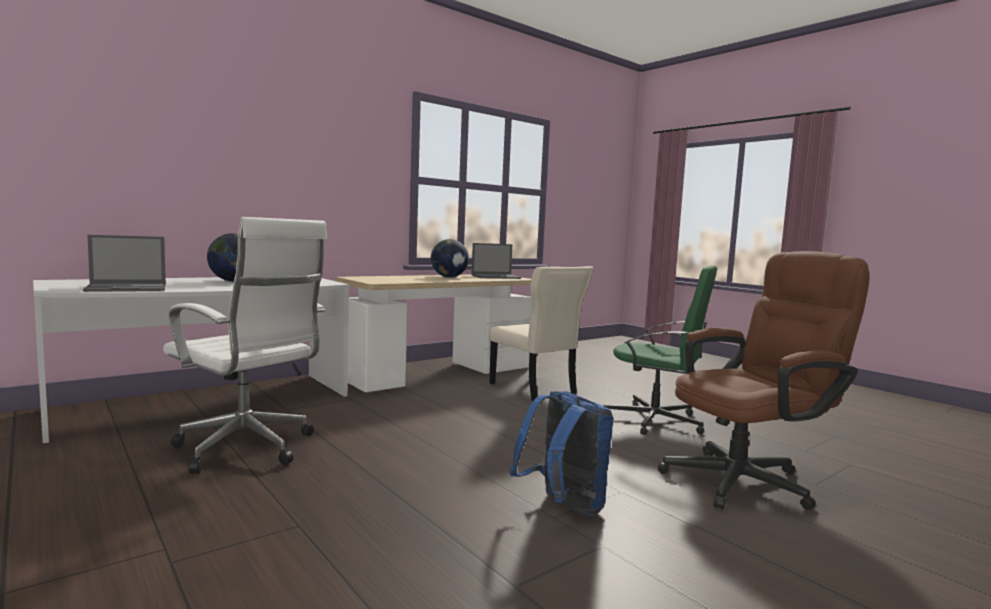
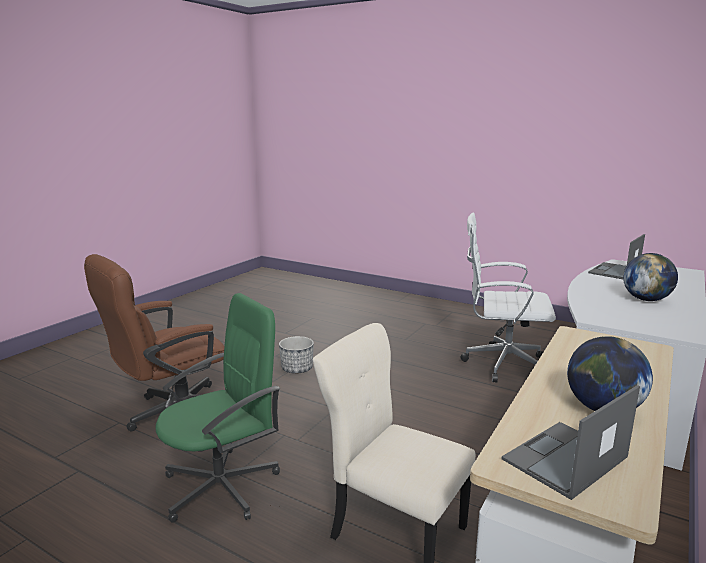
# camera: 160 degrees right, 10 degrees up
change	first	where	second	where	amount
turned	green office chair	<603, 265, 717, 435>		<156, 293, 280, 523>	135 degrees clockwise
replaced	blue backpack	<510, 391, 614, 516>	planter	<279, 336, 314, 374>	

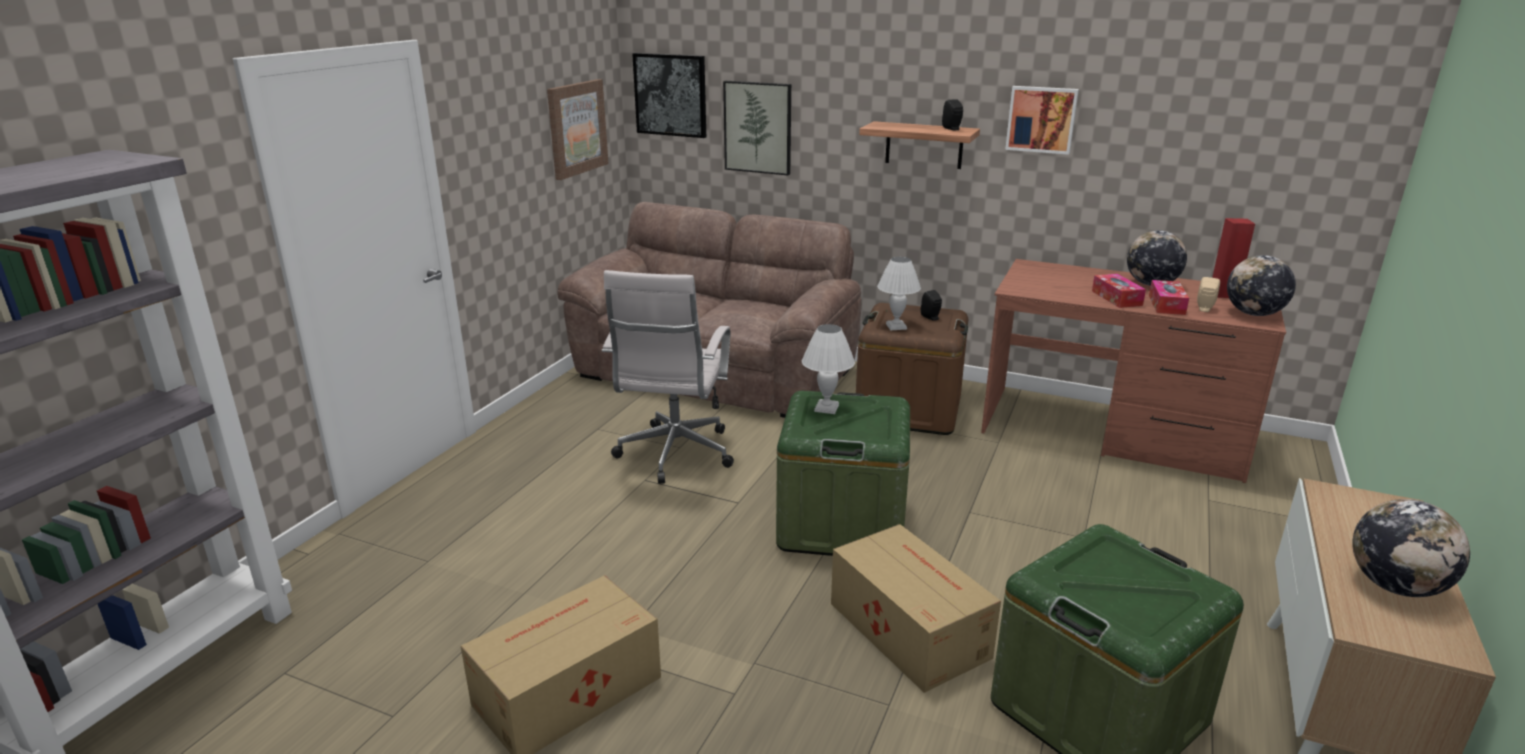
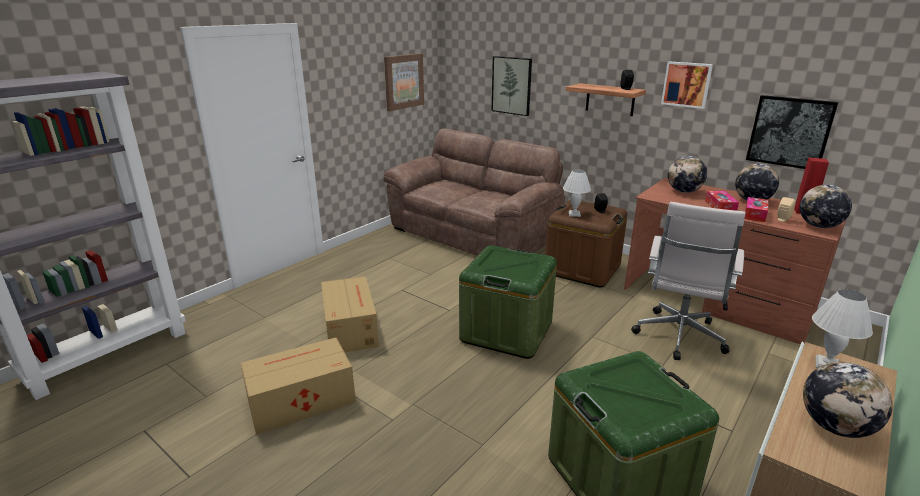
# camera: 15 degrees right, 0 degrees up
change	first	where	second	where	amount
moved	cardboard box	<831, 524, 1001, 693>		<321, 276, 379, 352>	
moved	white office chair	<602, 270, 734, 484>		<631, 202, 745, 360>	
added			globe	<668, 156, 707, 193>	
moved	picture	<632, 53, 706, 138>		<746, 95, 838, 169>	
moved	white table lamp	<802, 324, 855, 414>		<812, 289, 873, 368>	

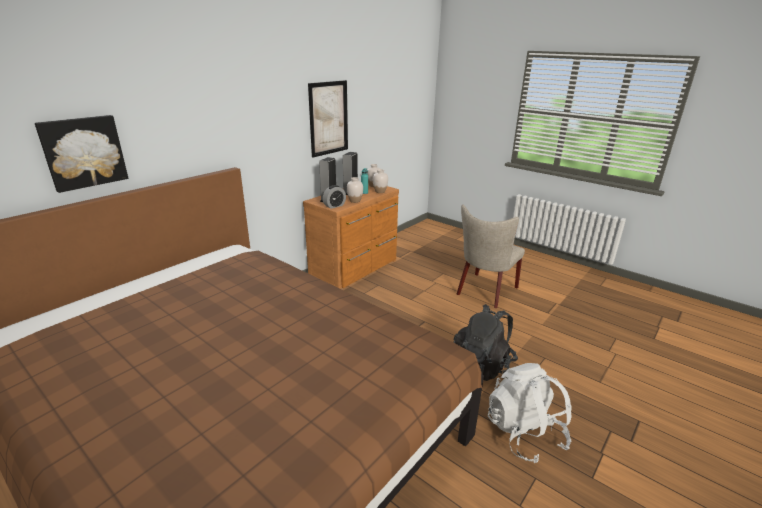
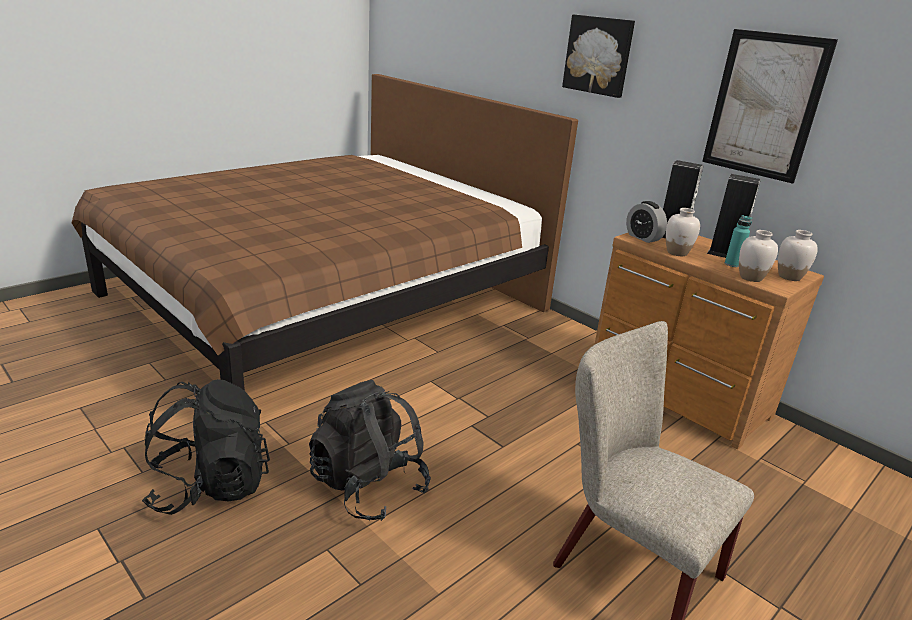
# camera: 95 degrees right, 0 degrees up
change	first	where	second	where	amount
recoloured	white backpack	<488, 363, 572, 463>	black backpack	<142, 379, 270, 515>	
moved	picture	<35, 115, 128, 193>		<562, 14, 635, 98>	

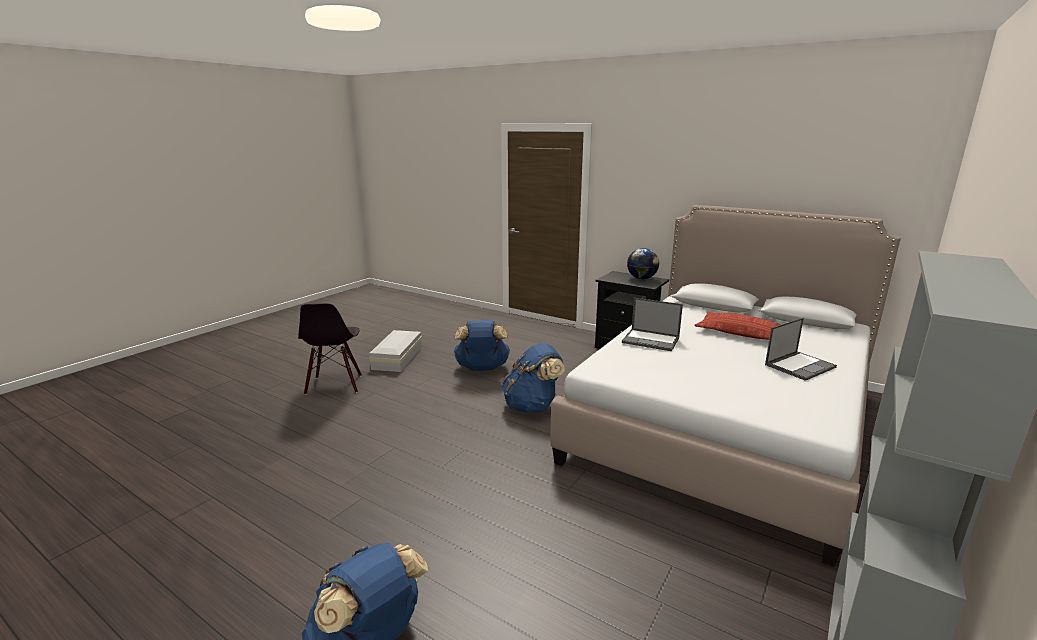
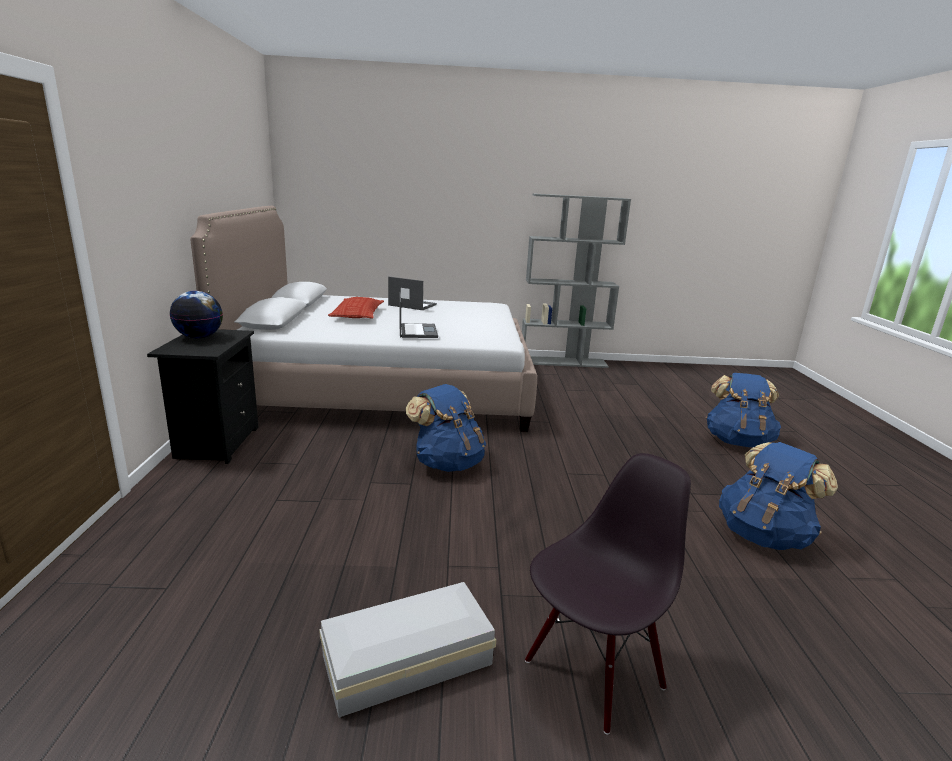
# camera: 125 degrees left, 0 degrees up
change	first	where	second	where	amount
moved	blue backpack	<454, 320, 510, 371>		<719, 442, 838, 550>	

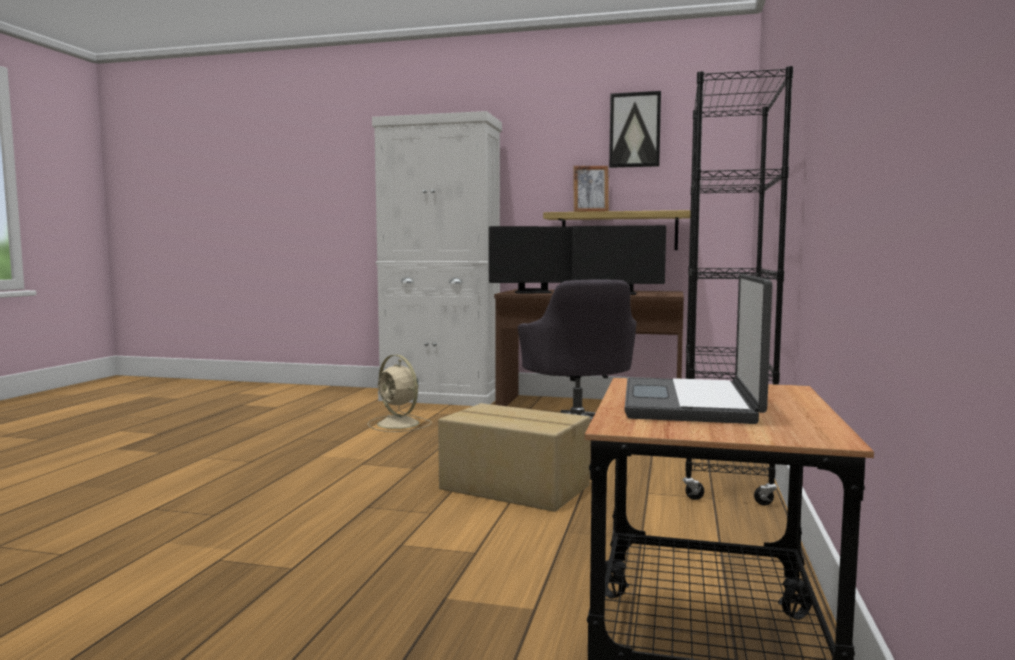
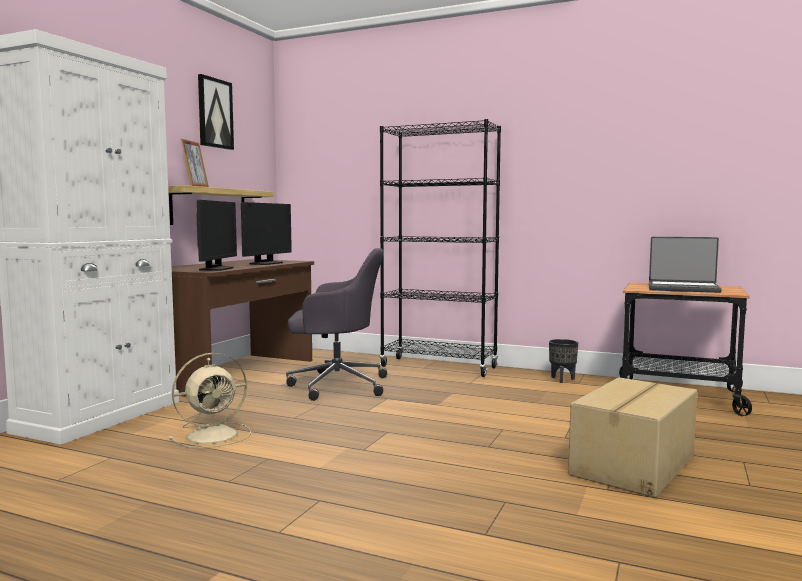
# camera: 80 degrees left, 0 degrees up
change	first	where	second	where	amount
added			black planter	<549, 339, 578, 383>	
moved	cardboard box	<438, 403, 590, 512>		<568, 377, 697, 498>	

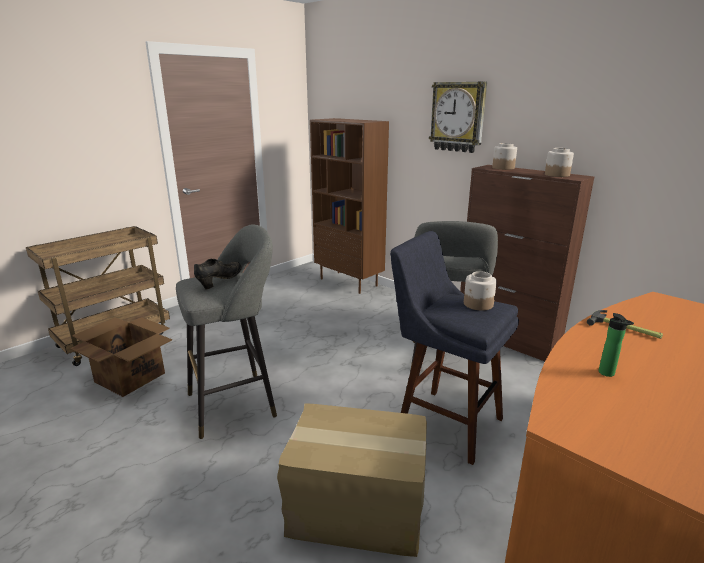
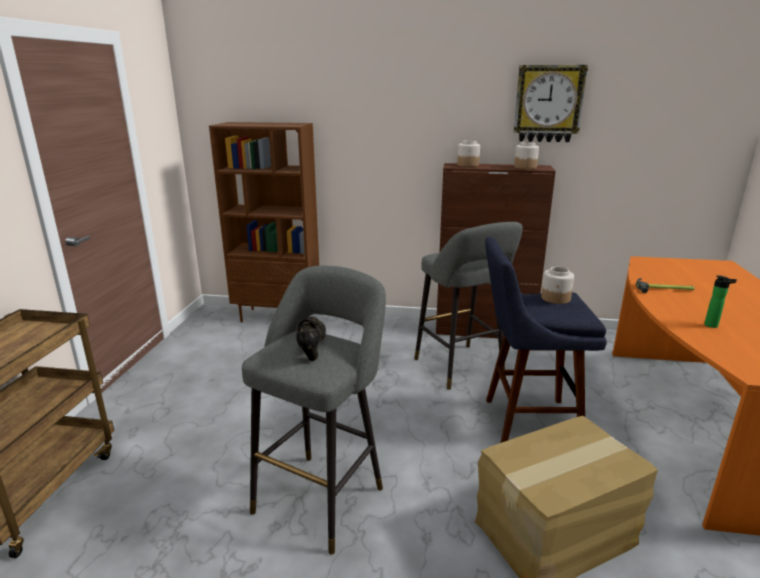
# camera: 35 degrees left, 0 degrees up
change	first	where	second	where	amount
moved	wall clock	<429, 82, 487, 153>		<513, 65, 588, 142>	
removed	cardboard box	<70, 317, 172, 397>			

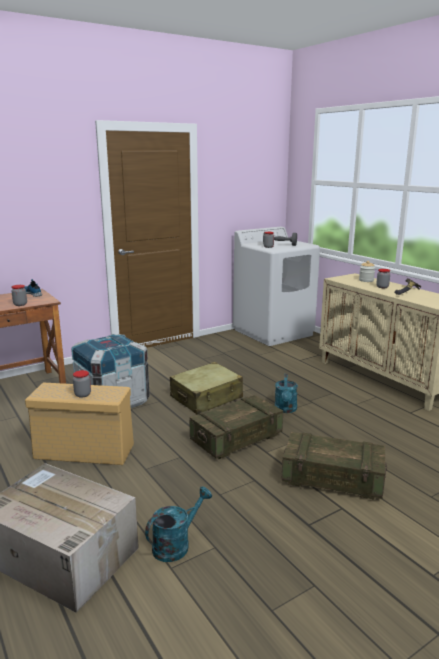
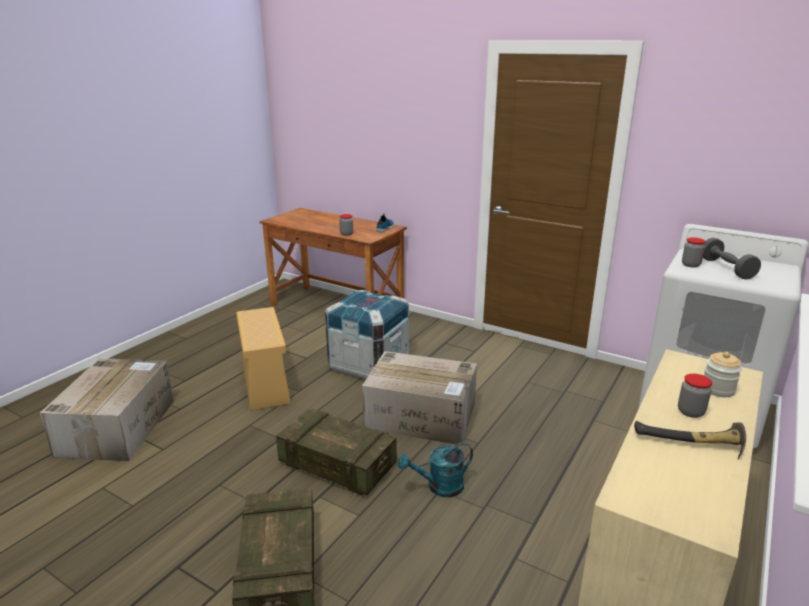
# camera: 65 degrees right, 5 degrees up
change	first	where	second	where	amount
replaced	beige suitcase	<170, 362, 243, 414>	cardboard box	<362, 351, 477, 444>	
removed	jar	<73, 370, 91, 398>			
removed	turquoise watering can	<145, 486, 212, 562>			

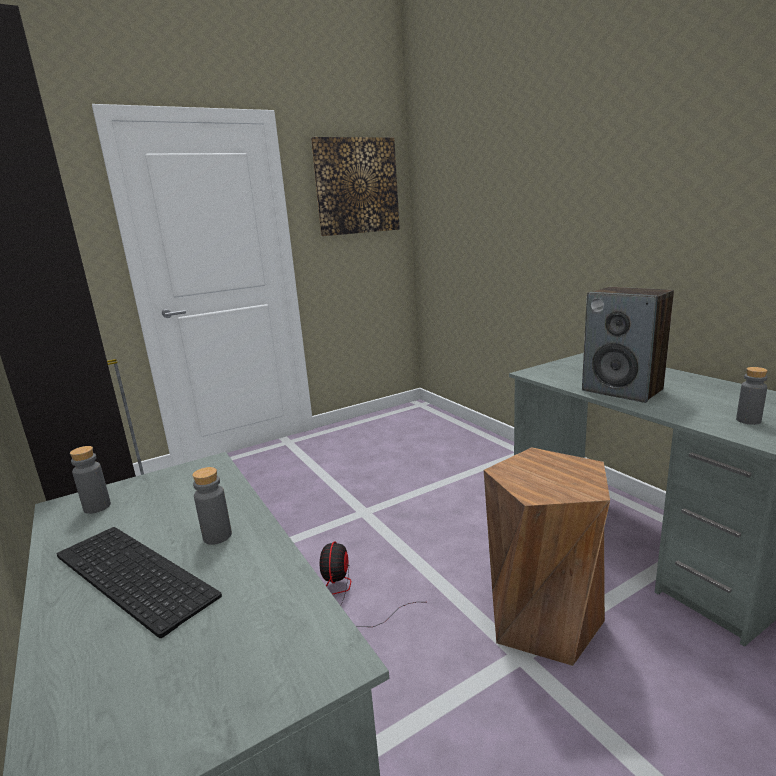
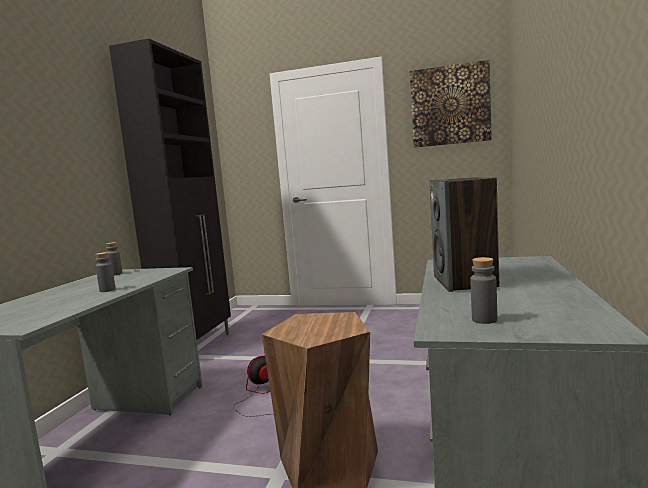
# camera: 45 degrees right, 10 degrees down
change	first	where	second	where	amount
removed	keyboard	<57, 527, 222, 638>			

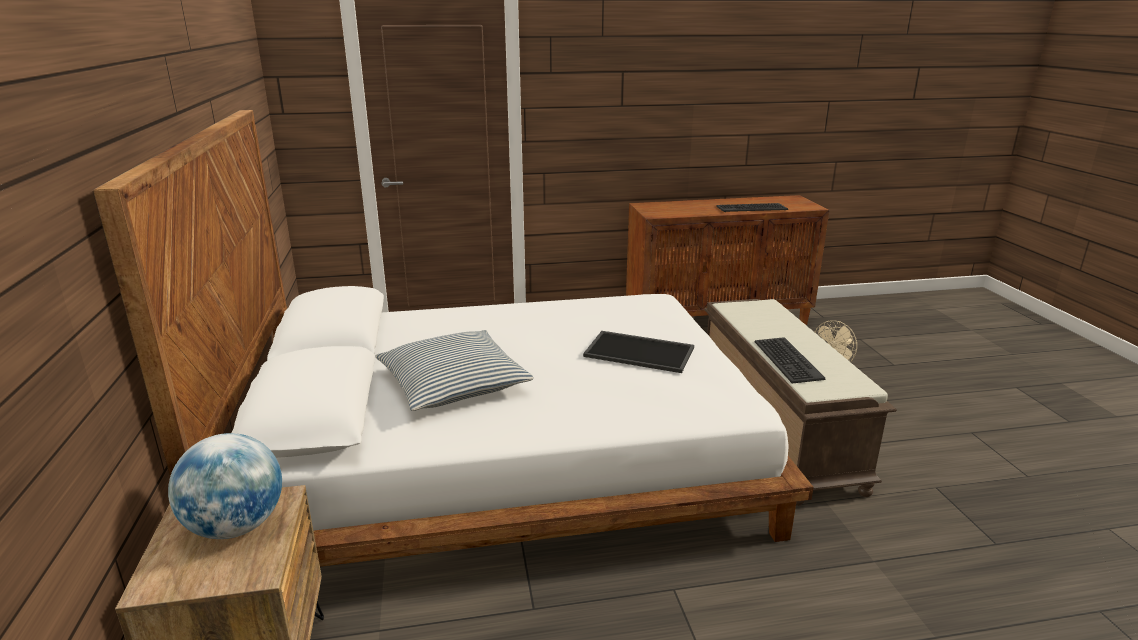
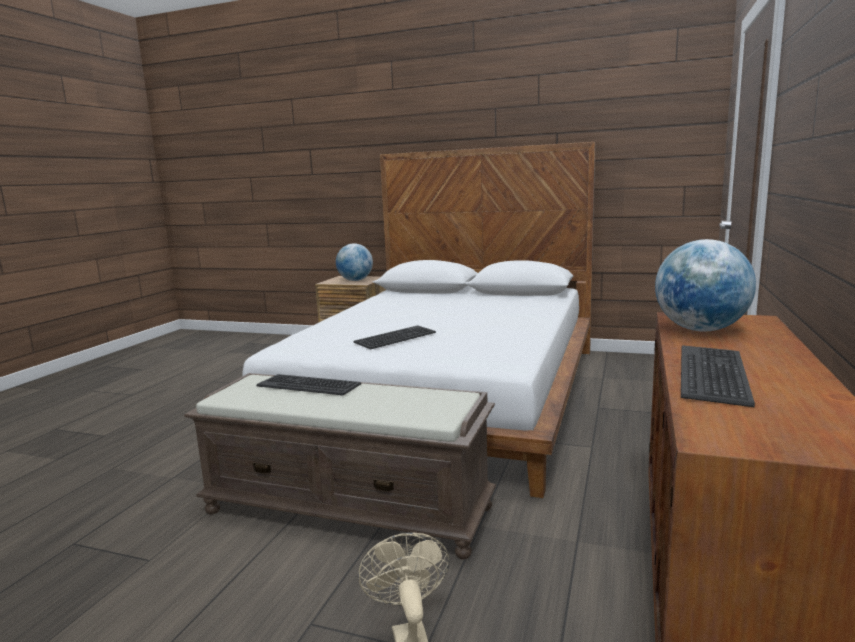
# camera: 120 degrees right, 10 degrees down
change	first	where	second	where	amount
replaced	tray	<583, 331, 694, 373>	keyboard	<354, 325, 436, 349>	
added			globe	<655, 239, 756, 332>	
removed	pillow	<375, 330, 534, 411>			

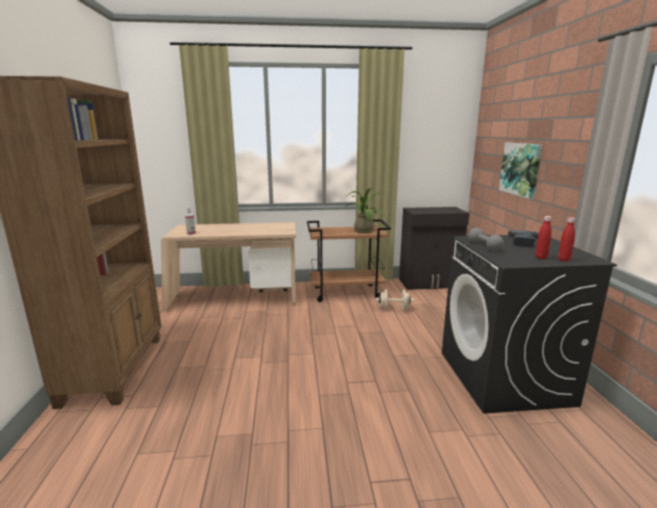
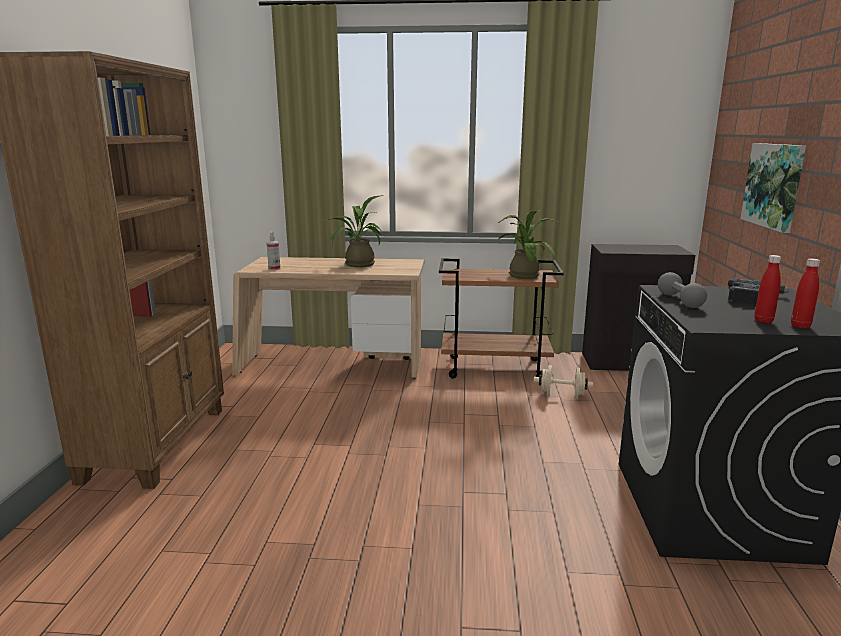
# camera: 10 degrees right, 0 degrees up
change	first	where	second	where	amount
added			potted plant	<321, 195, 383, 268>	

